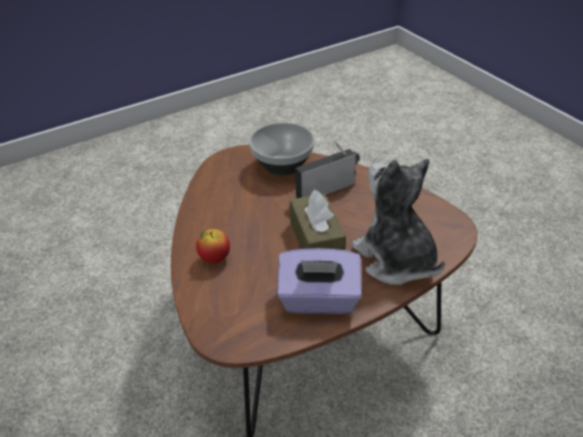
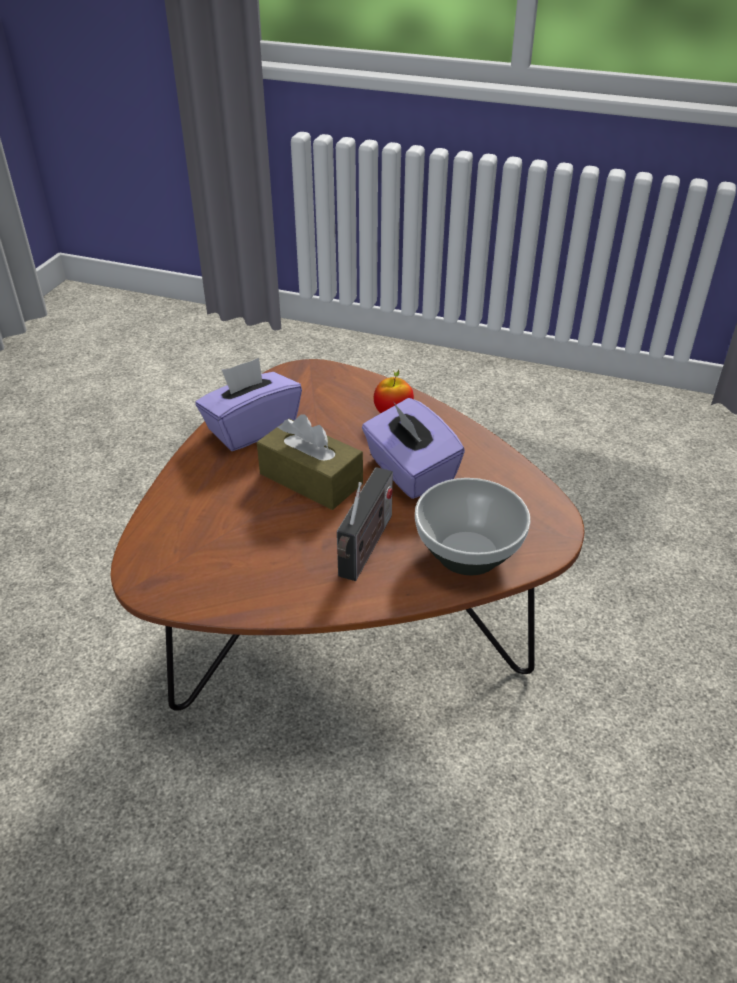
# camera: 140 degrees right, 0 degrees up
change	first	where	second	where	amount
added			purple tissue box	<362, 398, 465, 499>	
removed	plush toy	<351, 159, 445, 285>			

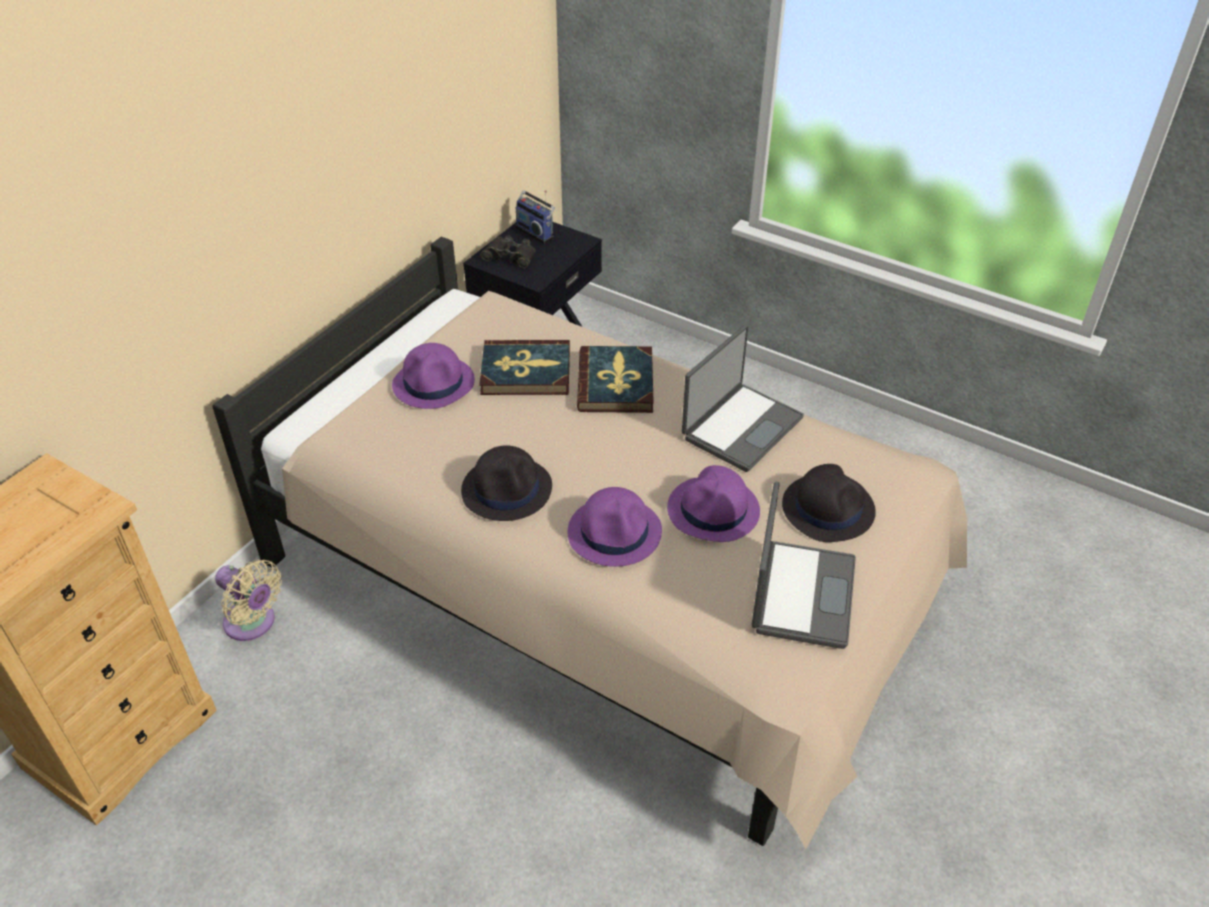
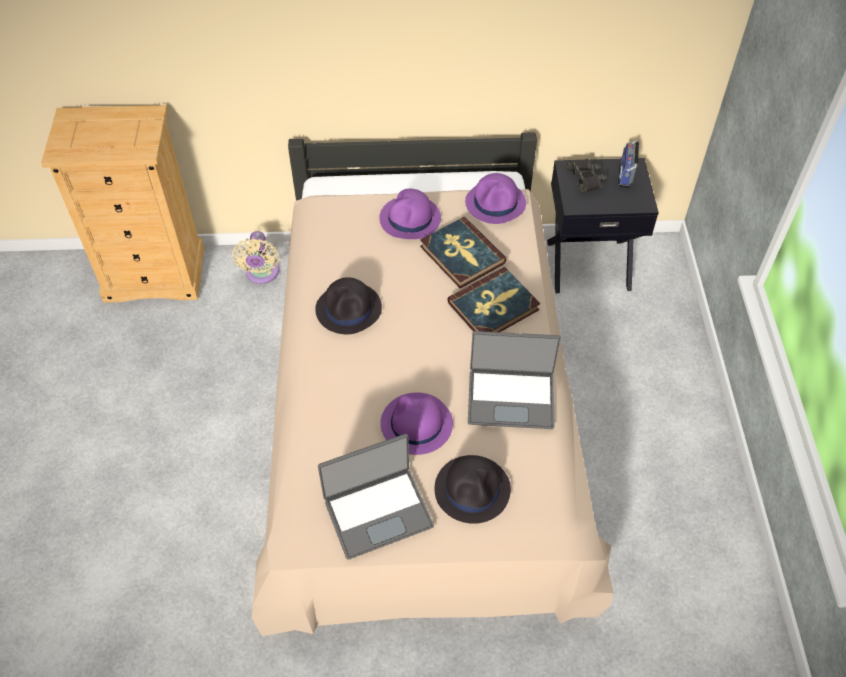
# camera: 55 degrees right, 10 degrees up
change	first	where	second	where	amount
moved	purple hat	<568, 487, 662, 567>		<465, 173, 526, 224>	

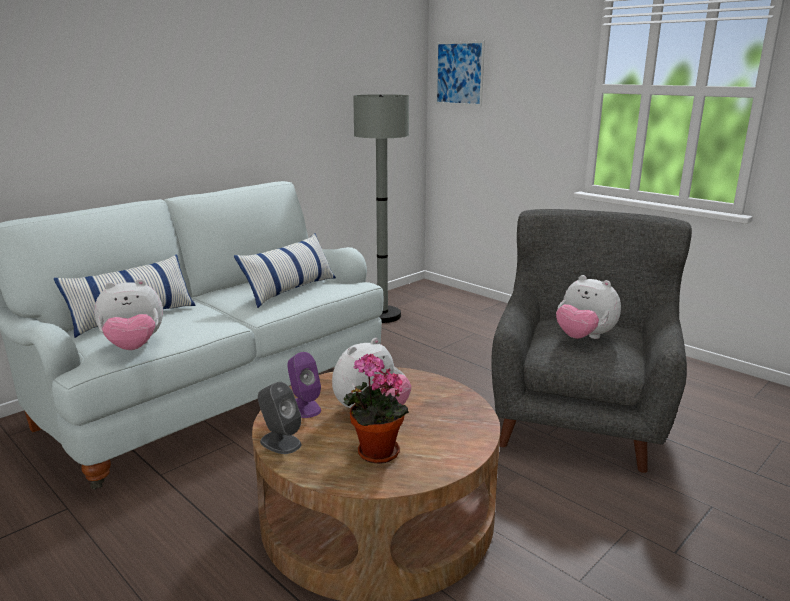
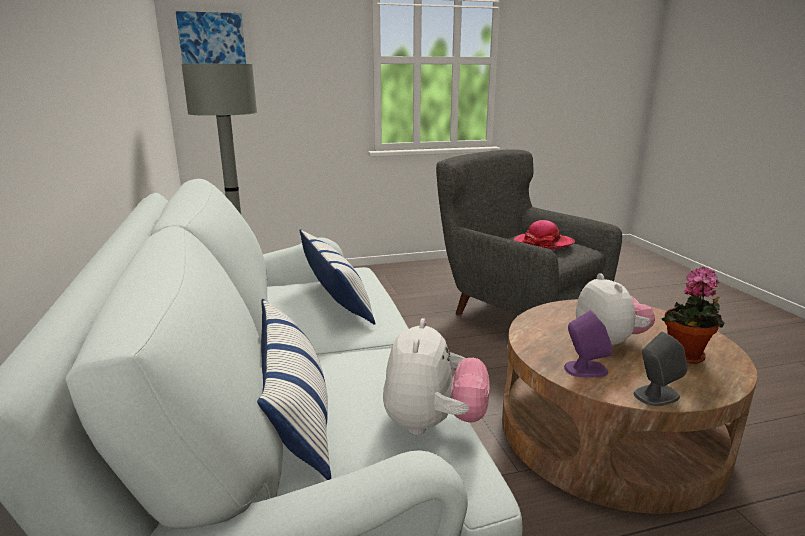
# camera: 60 degrees left, 0 degrees up
change	first	where	second	where	amount
replaced	plush toy	<556, 275, 621, 339>	hat	<513, 220, 575, 249>	

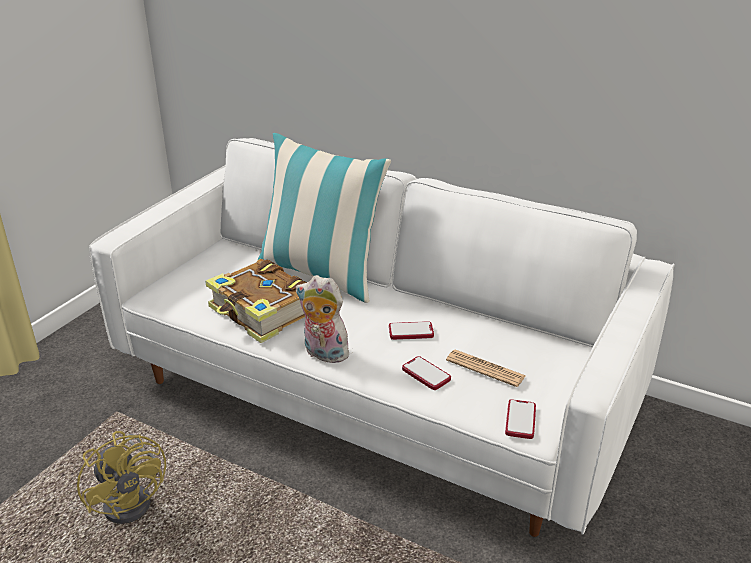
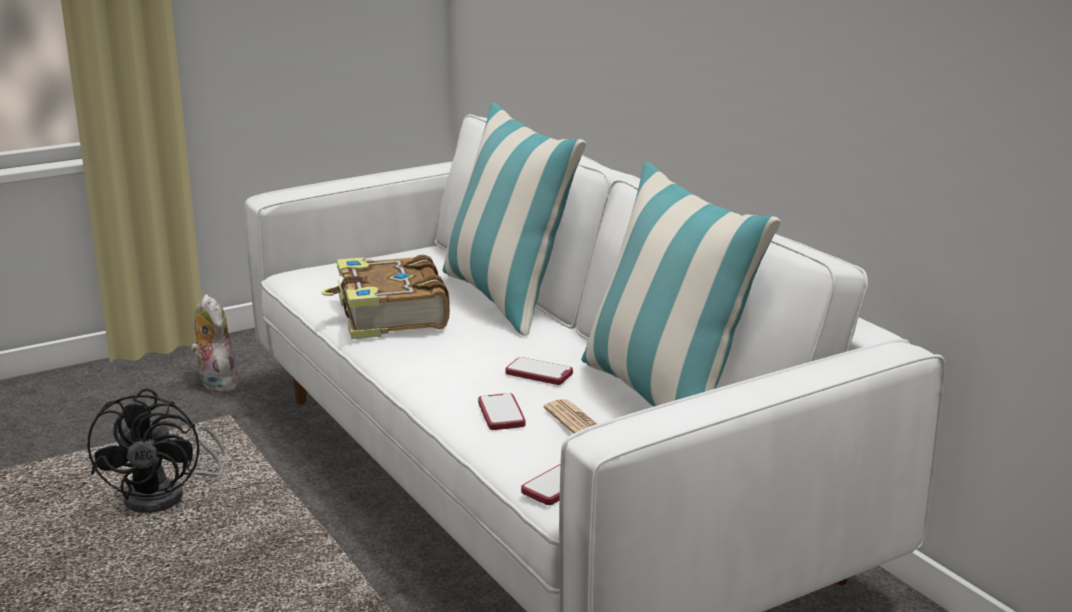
# camera: 30 degrees right, 10 degrees down
change	first	where	second	where	amount
recoloured	yellow fan	<77, 431, 166, 524>	black fan	<87, 388, 224, 513>	
moved	plush toy	<296, 275, 349, 365>		<191, 294, 240, 393>	
added			pillow	<581, 162, 781, 407>	

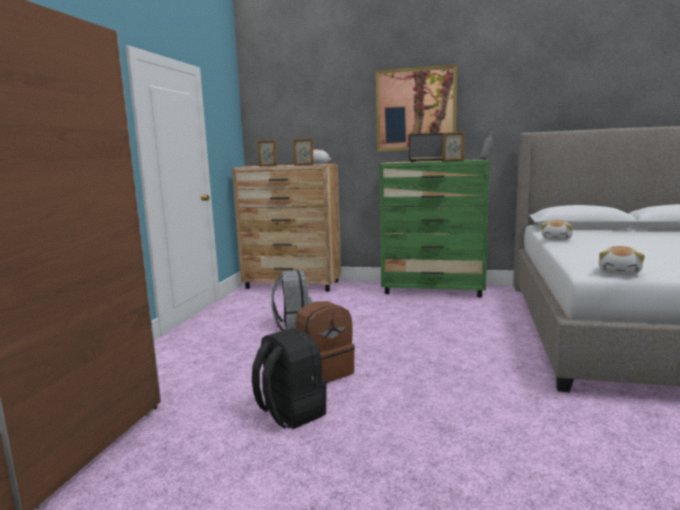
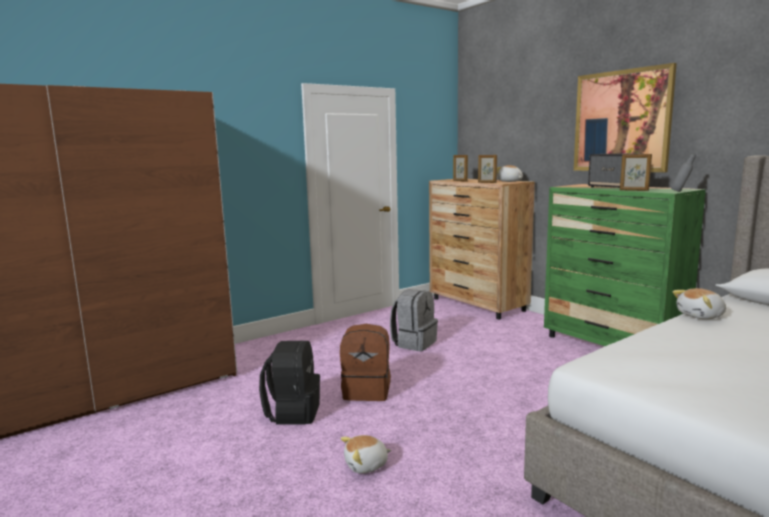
# camera: 40 degrees right, 0 degrees up
change	first	where	second	where	amount
moved	plush toy	<599, 246, 645, 275>		<341, 435, 391, 474>	

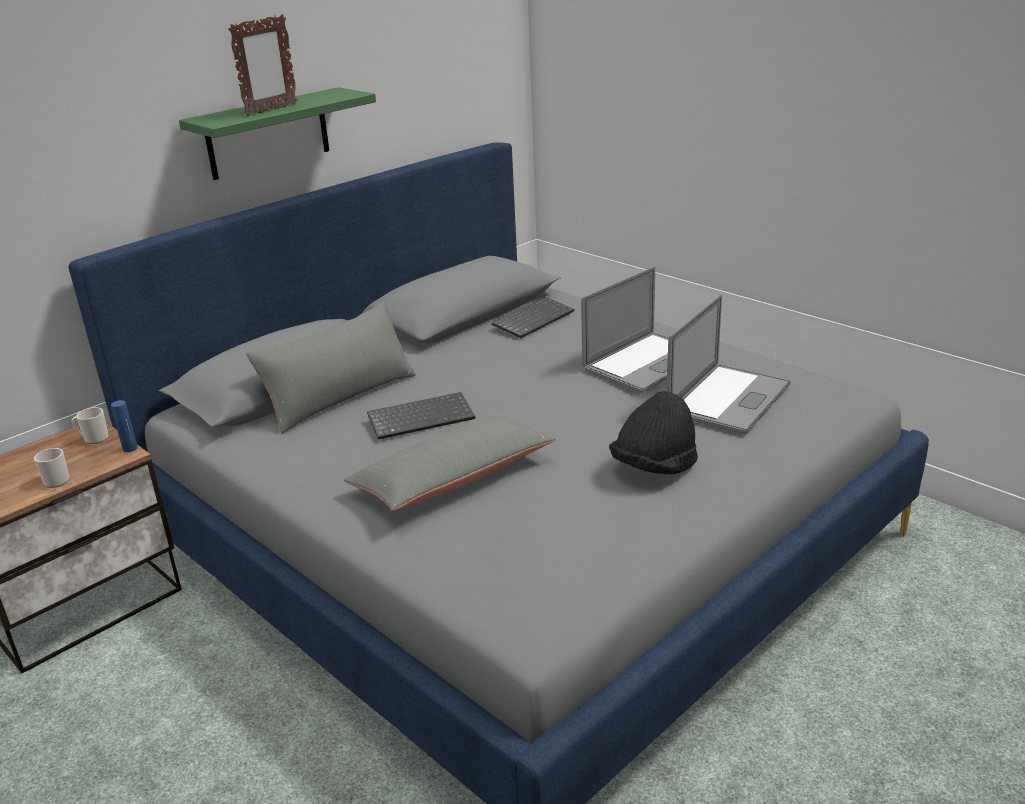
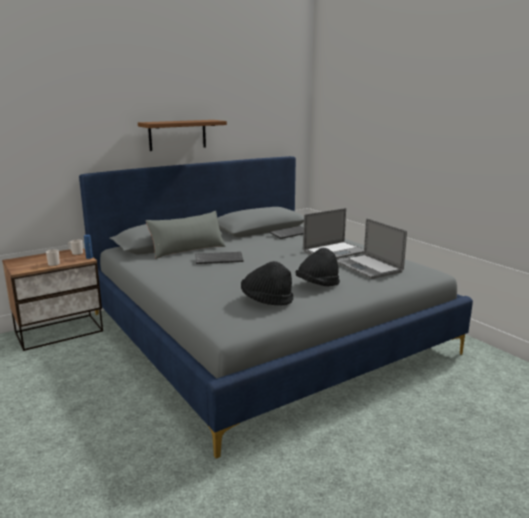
# camera: 10 degrees right, 10 degrees down
change	first	where	second	where	amount
recoloured	green shelf	<179, 87, 376, 180>	brown shelf	<138, 120, 227, 151>	
added			black hat	<241, 261, 293, 306>	
turned	laptop	<667, 294, 791, 434>		<337, 218, 407, 279>	105 degrees clockwise
removed	picture frame	<228, 14, 298, 116>			
removed	grey pillow	<343, 416, 556, 511>			

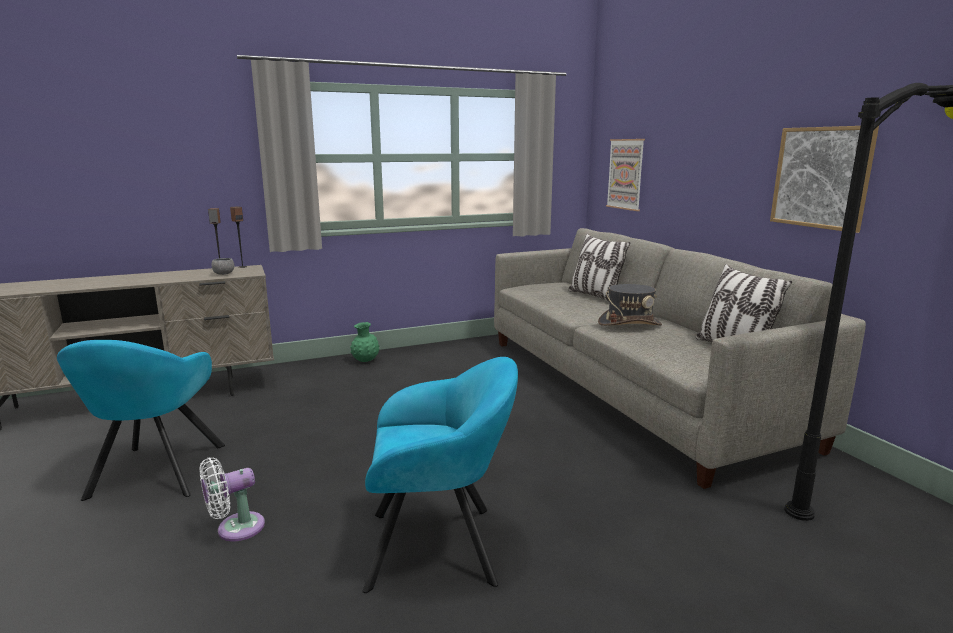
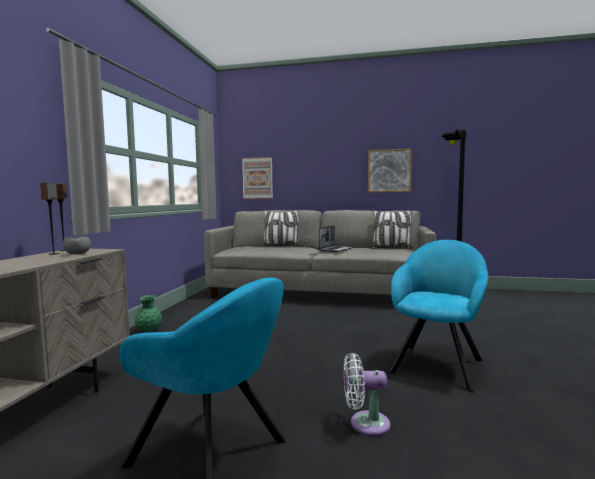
# camera: 55 degrees left, 10 degrees down
change	first	where	second	where	amount
replaced	grey hat	<598, 284, 662, 326>	laptop	<319, 226, 353, 252>	
turned	white fan	<199, 458, 265, 541>		<344, 353, 391, 436>	90 degrees clockwise

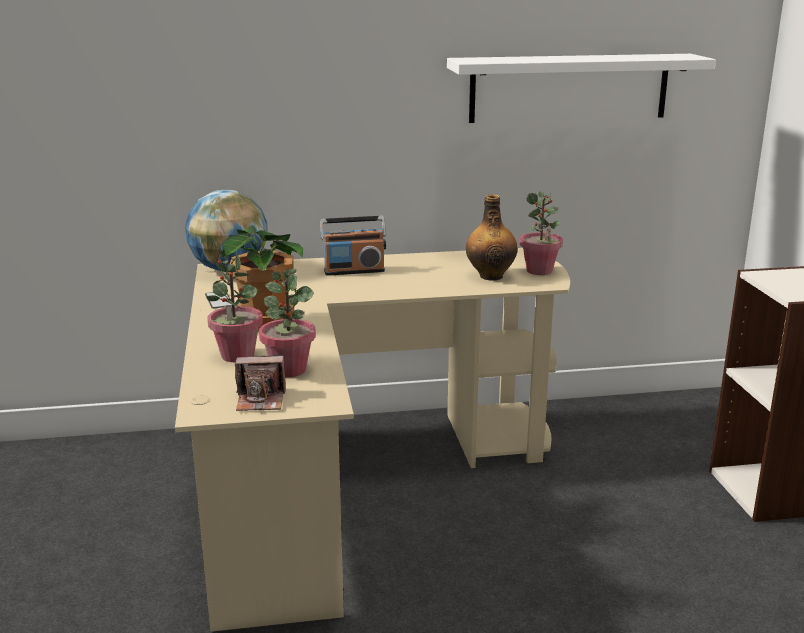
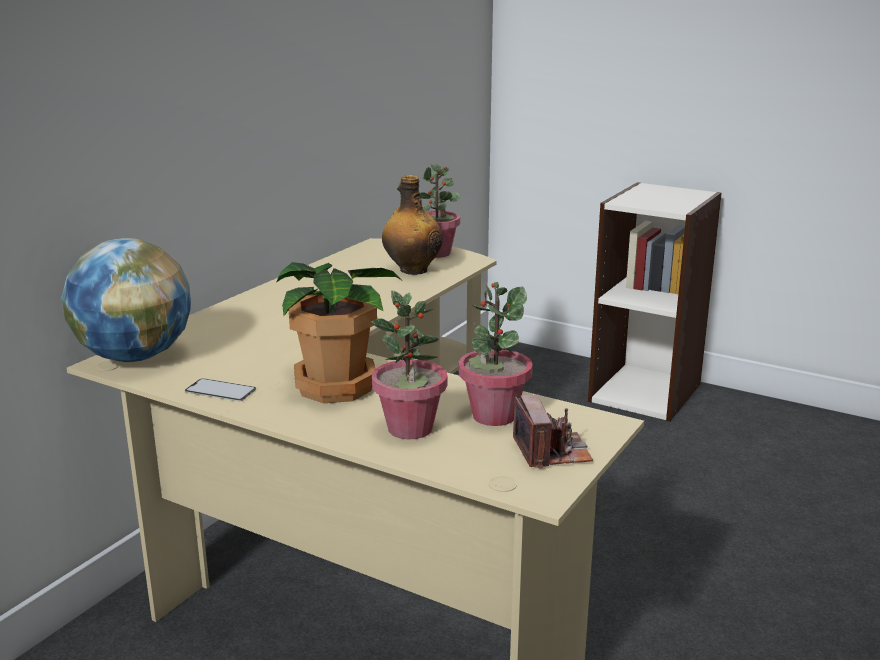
# camera: 50 degrees left, 0 degrees up
change	first	where	second	where	amount
turned	photo camera	<235, 355, 286, 411>		<513, 395, 593, 469>	45 degrees counterclockwise
removed	radio	<320, 216, 386, 276>			
removed	white shelf	<447, 54, 716, 123>			

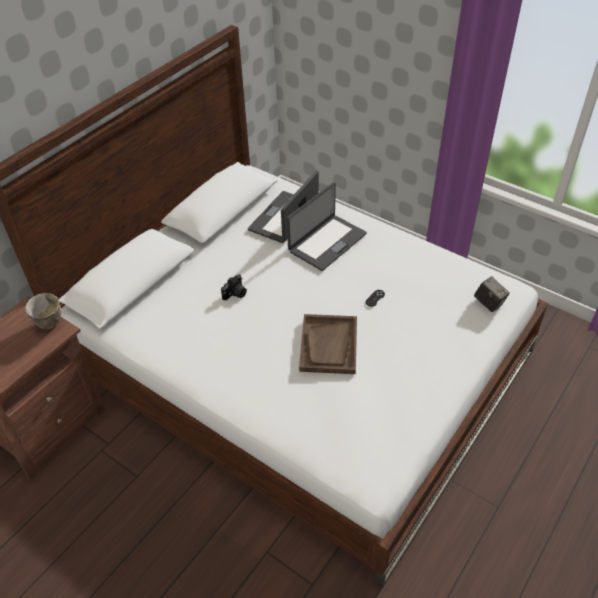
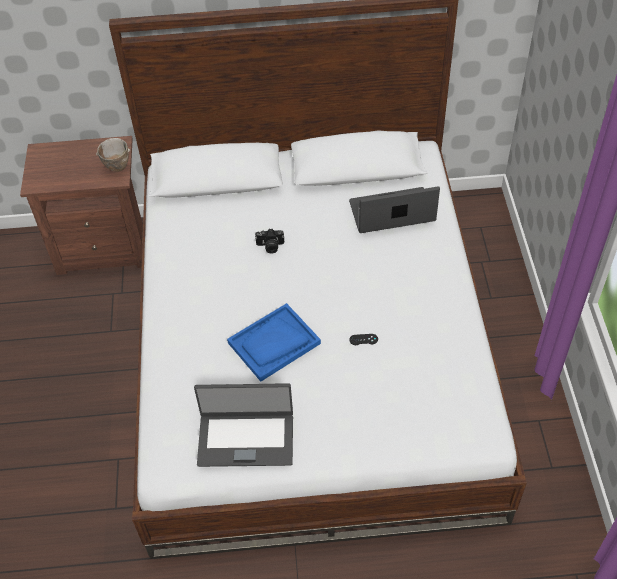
# camera: 50 degrees right, 5 degrees up
change	first	where	second	where	amount
moved	laptop	<287, 182, 367, 271>		<194, 383, 293, 467>	
recoloured	brown tray	<299, 314, 357, 374>	blue tray	<227, 303, 321, 382>	
removed	photo camera	<474, 276, 510, 312>			

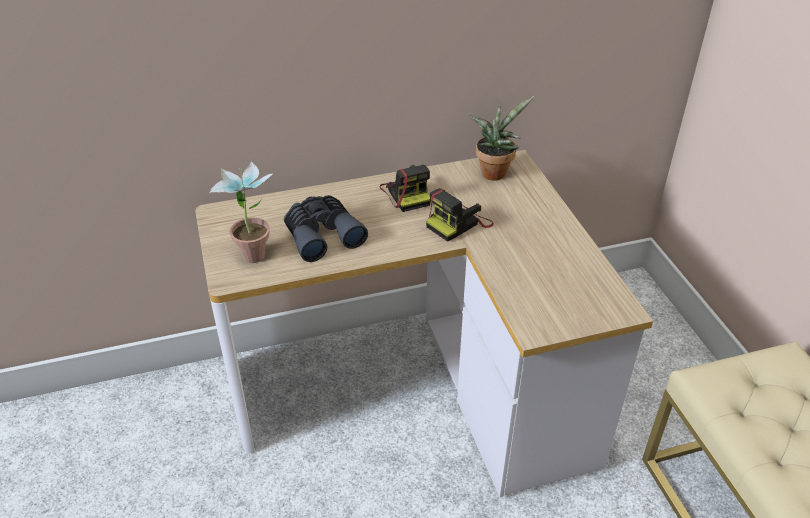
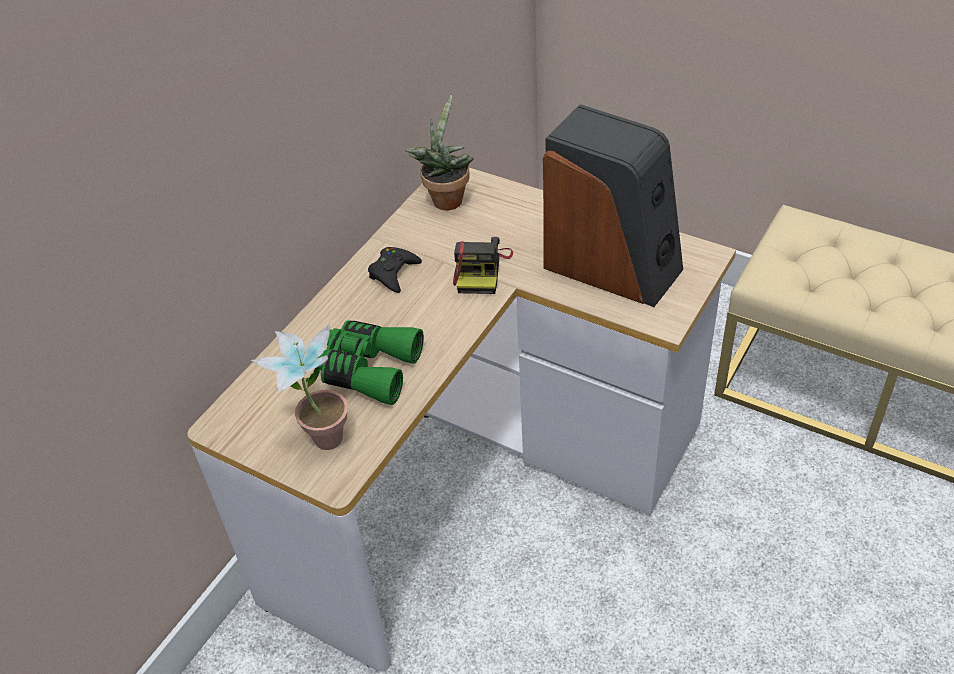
# camera: 40 degrees left, 5 degrees up
change	first	where	second	where	amount
recoloured	grey binoculars	<284, 195, 368, 262>	green binoculars	<316, 320, 424, 405>	
replaced	photo camera	<380, 165, 431, 212>	black game controller	<368, 247, 422, 293>	
added			speaker	<543, 104, 683, 307>	

